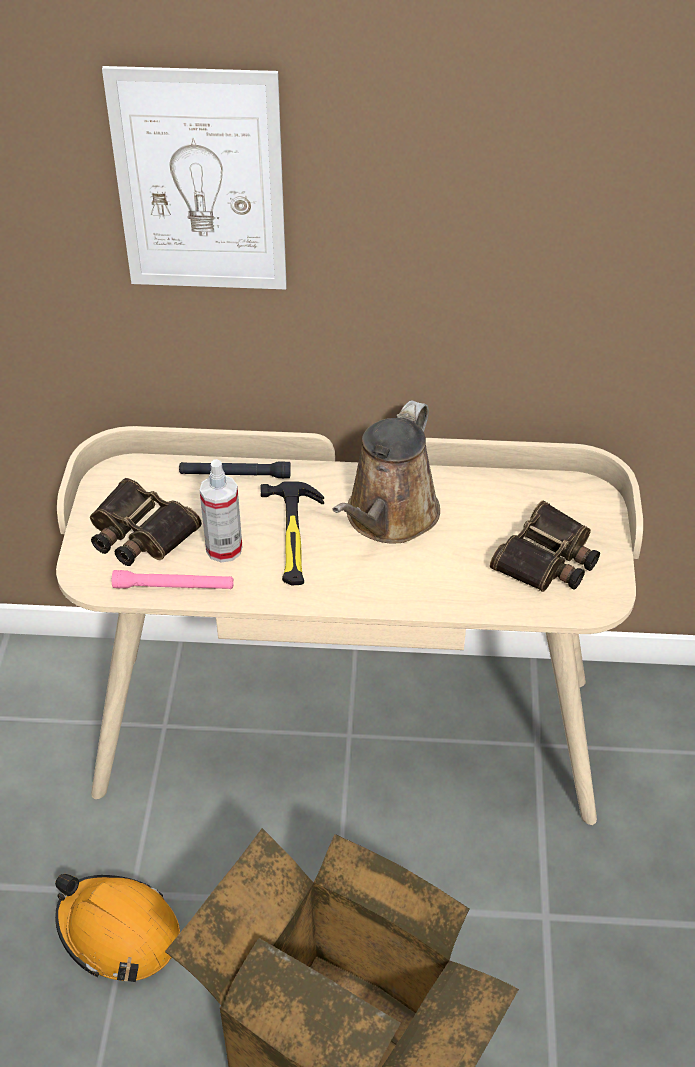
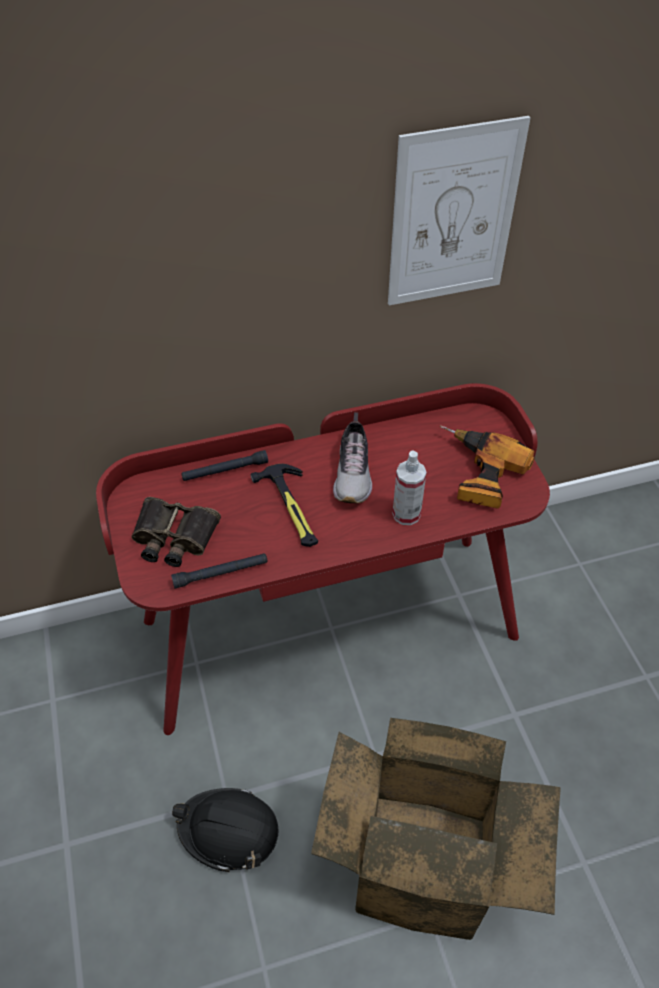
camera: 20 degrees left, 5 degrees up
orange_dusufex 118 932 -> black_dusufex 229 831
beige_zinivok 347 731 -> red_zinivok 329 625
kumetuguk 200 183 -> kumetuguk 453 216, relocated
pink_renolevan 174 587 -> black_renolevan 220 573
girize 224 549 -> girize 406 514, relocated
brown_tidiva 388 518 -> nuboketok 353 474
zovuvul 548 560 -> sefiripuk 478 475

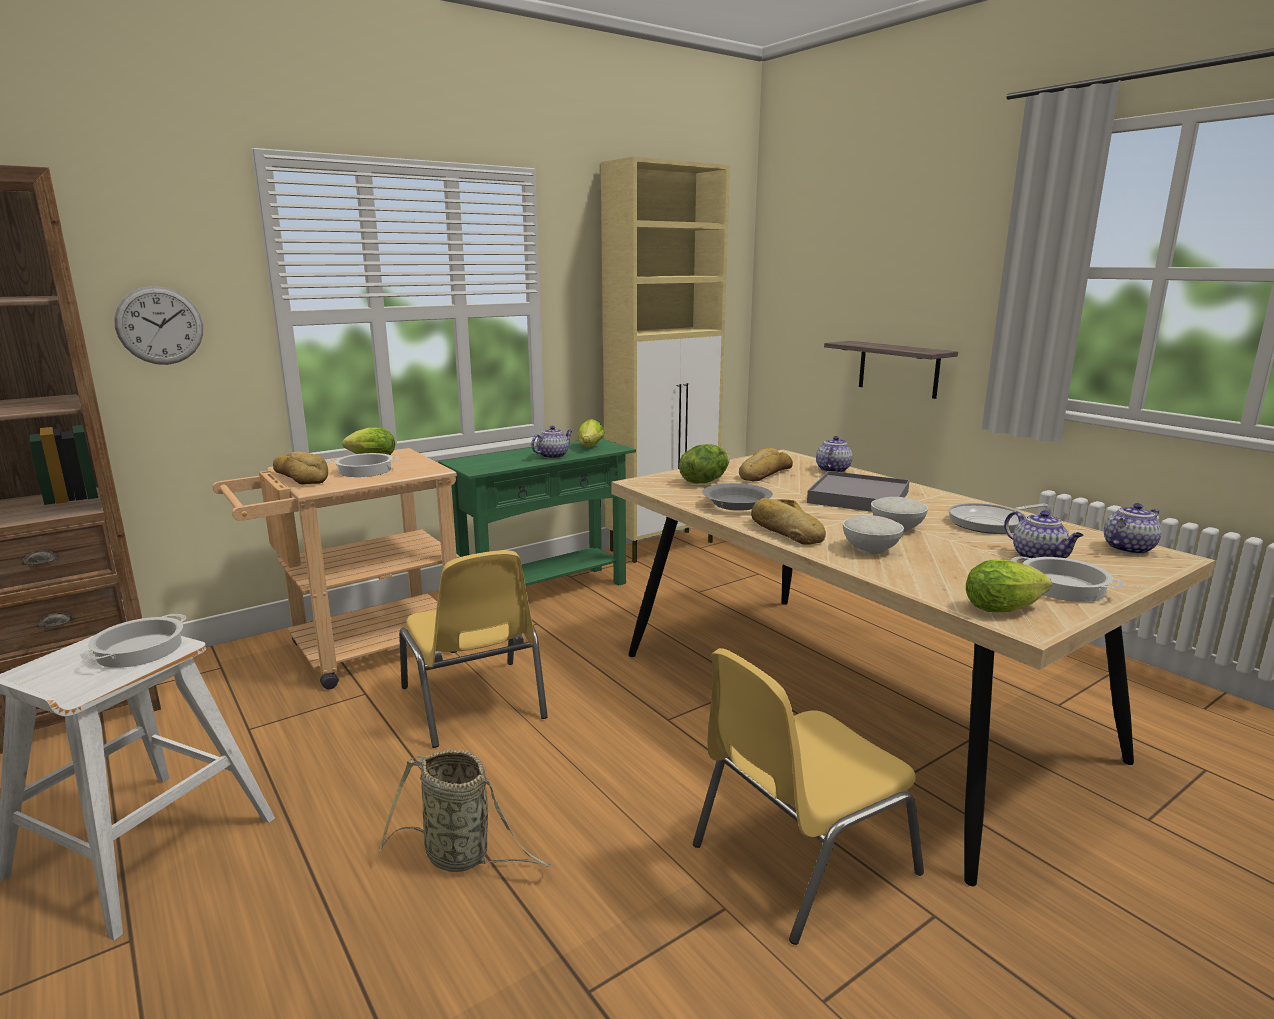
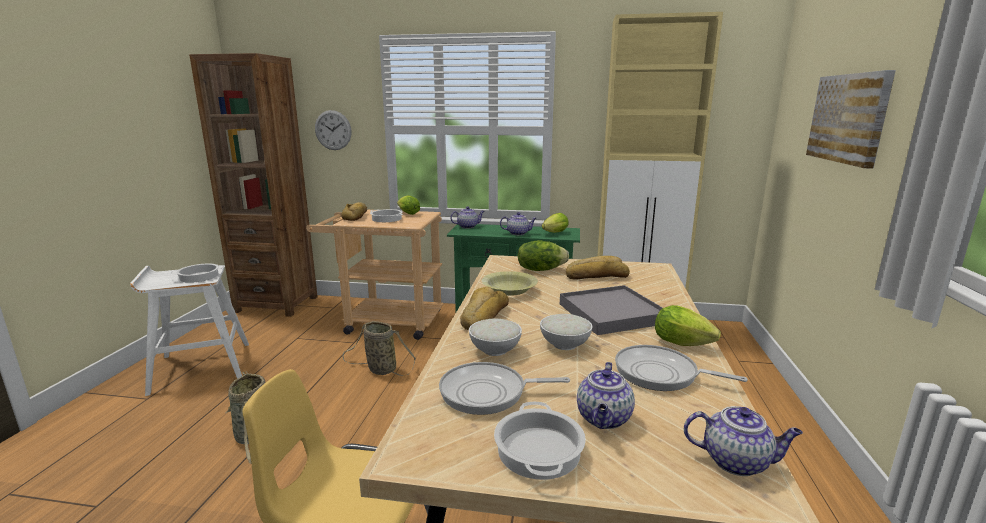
camera: 45 degrees right, 0 degrees up
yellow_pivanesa 474 703 -> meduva 380 369
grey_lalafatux 736 505 -> yellow_lalafatux 509 290
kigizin 832 470 -> kigizin 468 226, relocated
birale 898 369 -> none
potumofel 1006 609 -> potumofel 685 344, relocated
none -> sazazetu 488 393
none -> kumetuguk 849 118

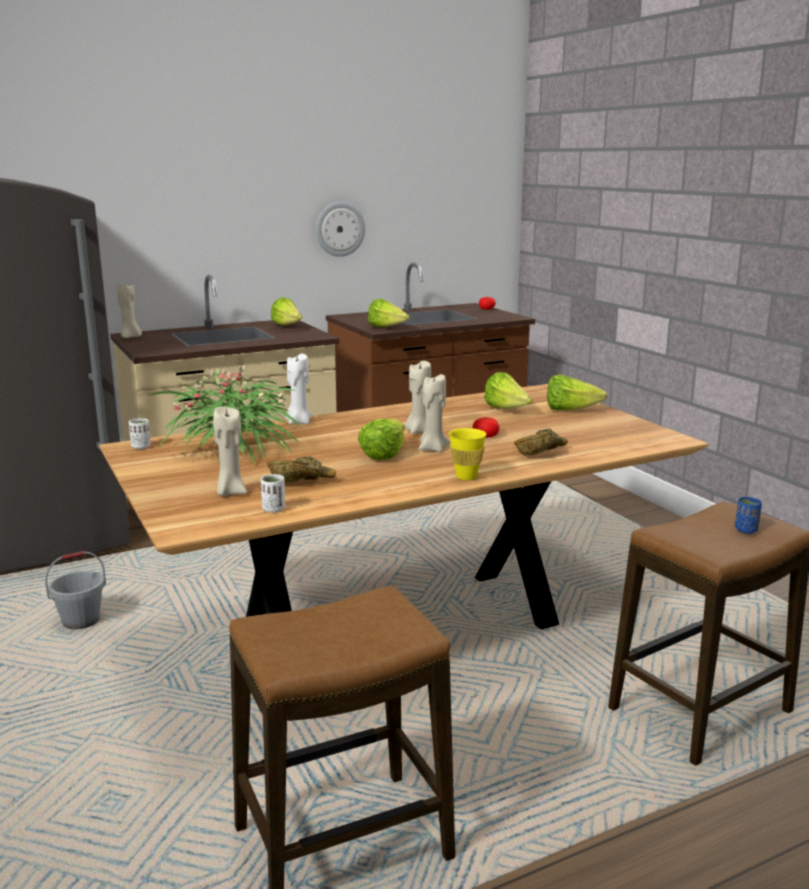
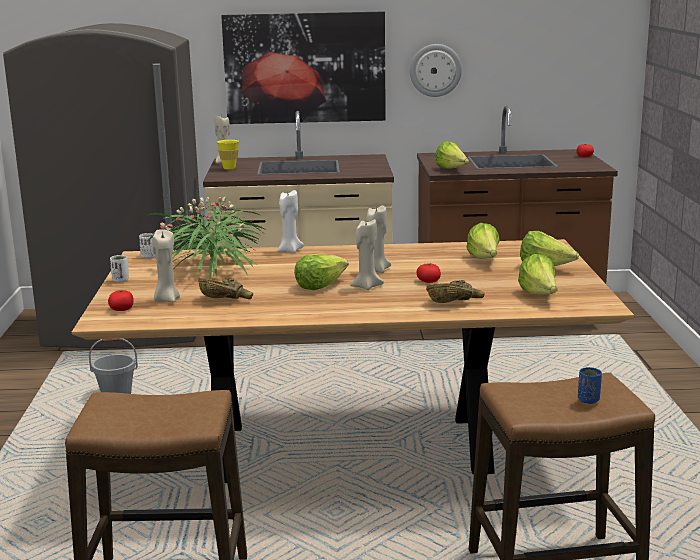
camera: 25 degrees right, 0 degrees up
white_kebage 273 509 -> white_kebage 120 280, relocated
potumofel 288 326 -> potumofel 539 296, relocated
yellow_kebage 466 477 -> yellow_kebage 229 168, relocated
none -> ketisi 122 309
none -> kumetuguk 305 68

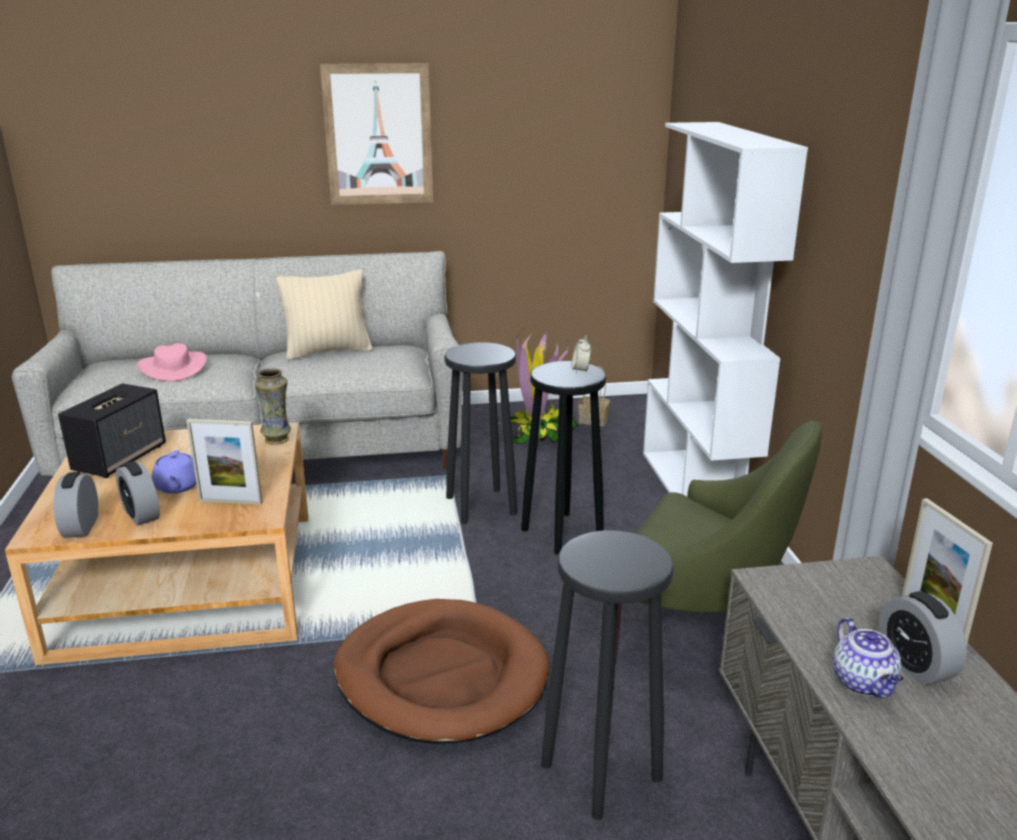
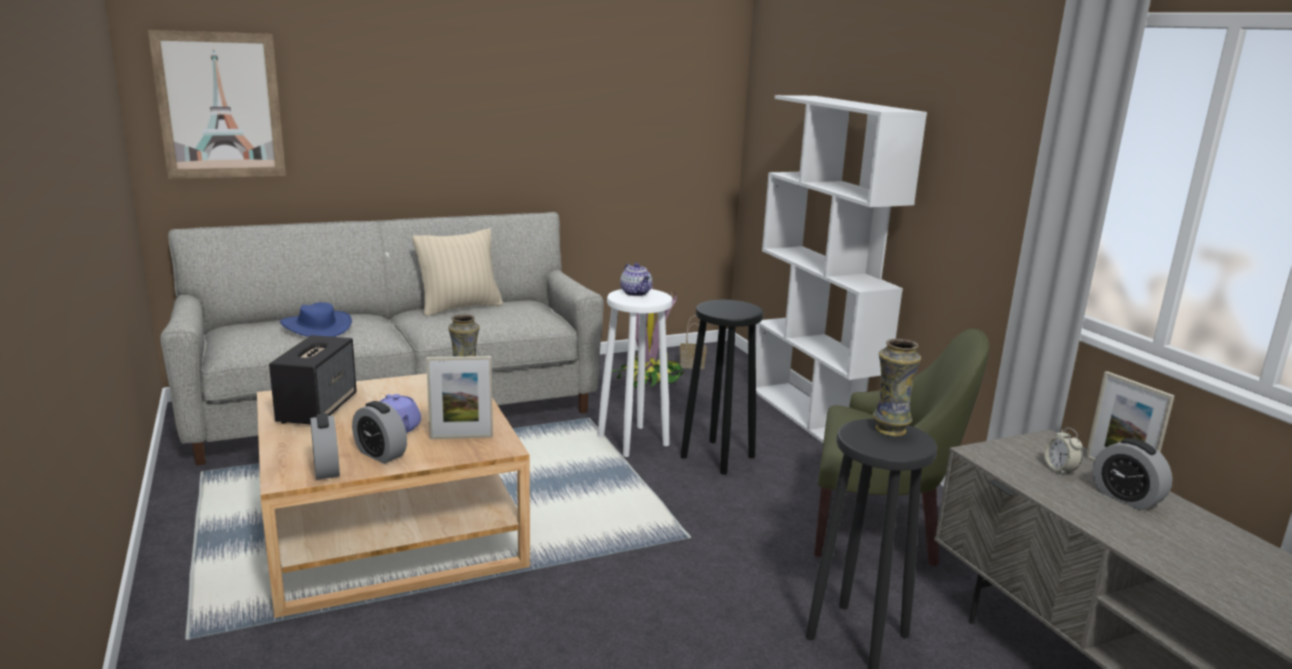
camera: 15 degrees left, 5 degrees down
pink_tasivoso 173 368 -> blue_tasivoso 316 327
kumetuguk 378 135 -> kumetuguk 220 106, relocated
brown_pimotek 441 676 -> none
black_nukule 482 505 -> white_nukule 634 440
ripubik 580 370 -> ripubik 1059 469, relocated
kigizin 864 683 -> kigizin 636 293, relocated
none -> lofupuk 889 430

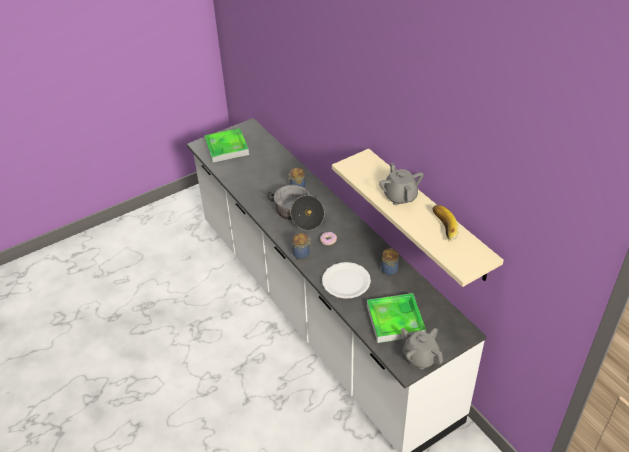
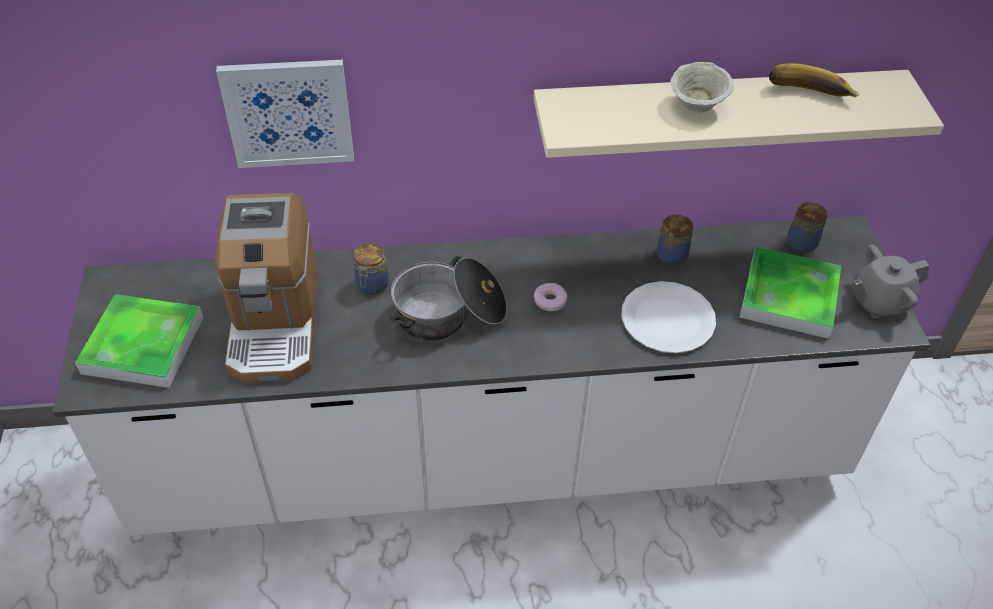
camera: 65 degrees left, 5 degrees up
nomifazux 302 254 -> nomifazux 802 241, relocated
grey_kigizin 400 196 -> beige_lalafatux 698 106
none -> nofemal 274 323
none -> kumetuguk 288 112

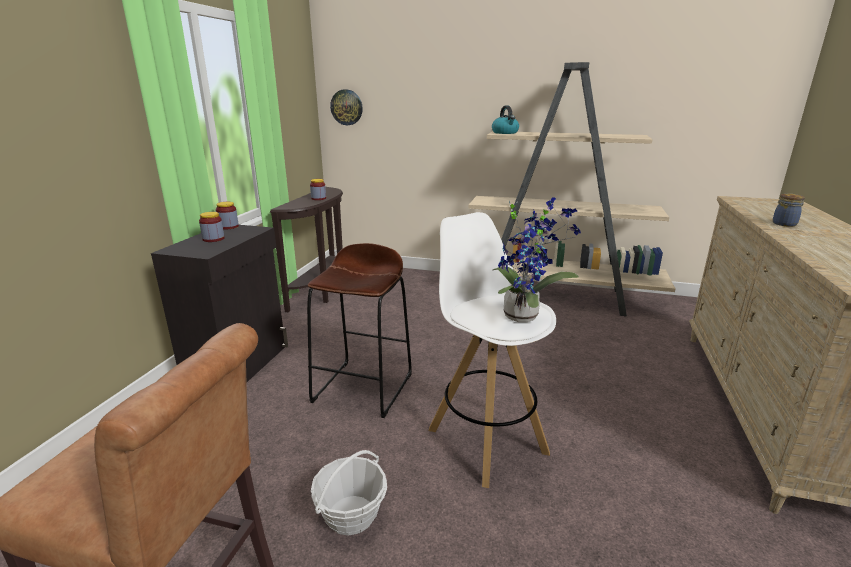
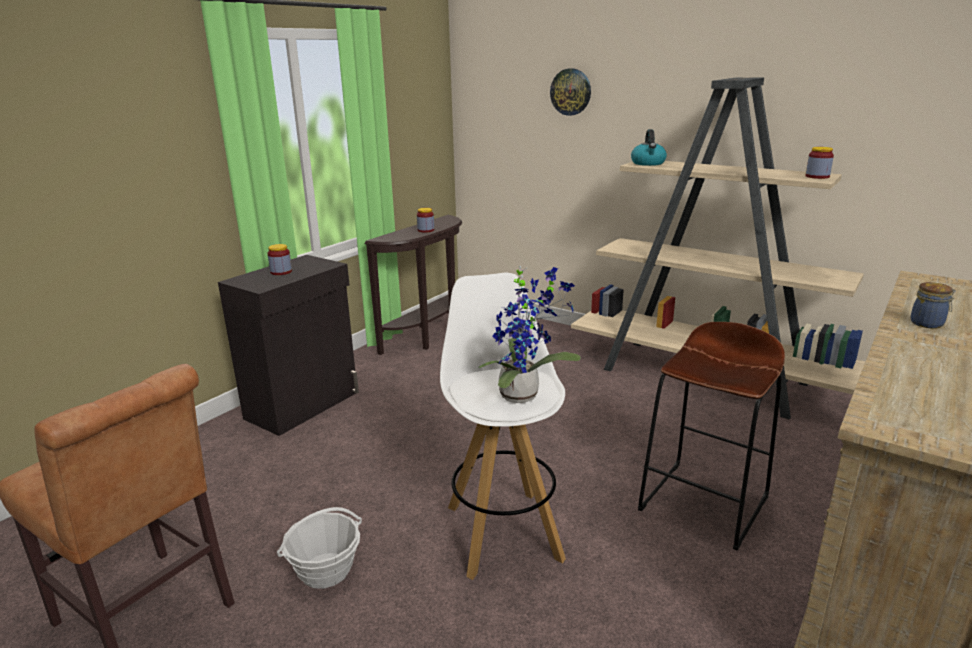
camera: 20 degrees right, 0 degrees up
nomifazux 228 227 -> nomifazux 817 176, relocated
brown_nukule 363 387 -> brown_nukule 704 503, relocated
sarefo 346 107 -> sarefo 570 92, relocated

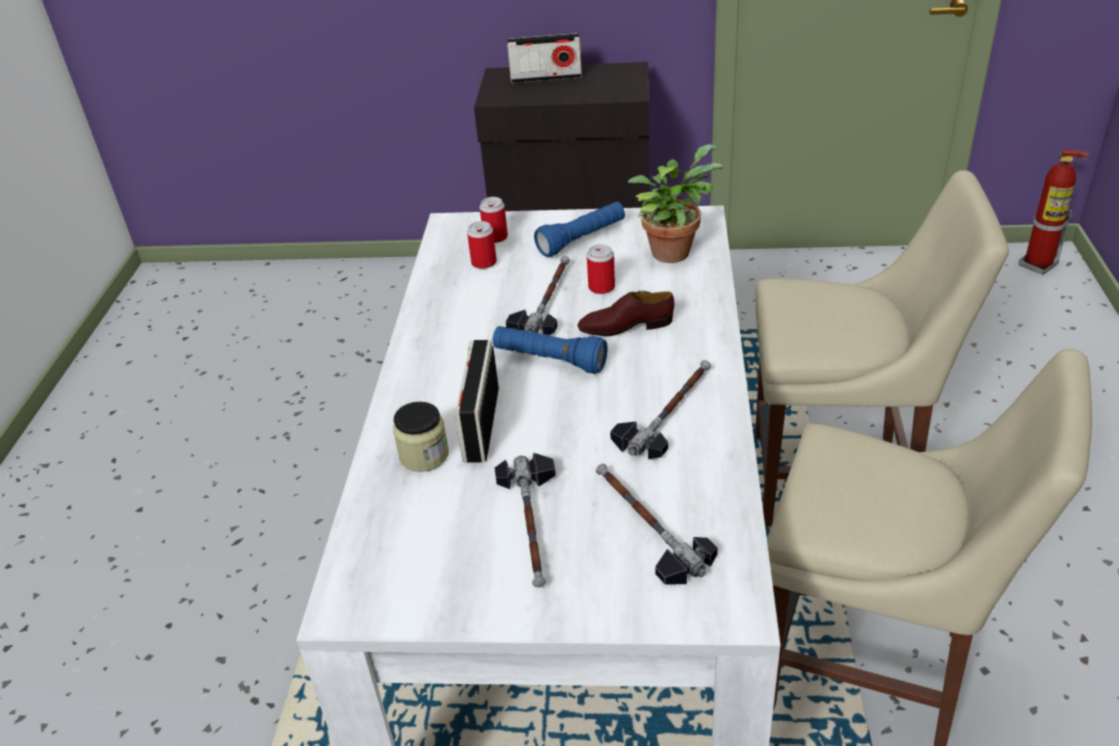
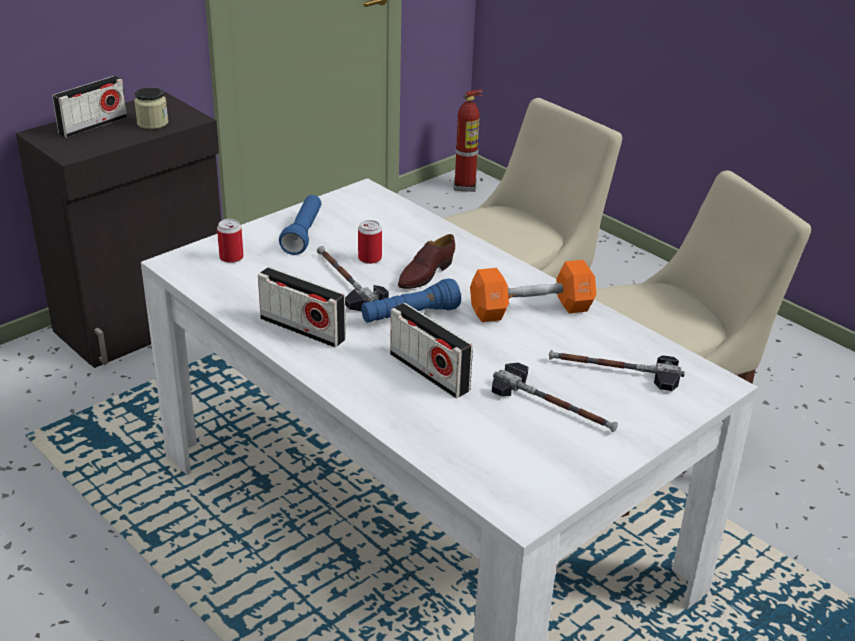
camera: 50 degrees left, 5 degrees down
nomifazux 424 455 -> nomifazux 152 123, relocated
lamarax 484 263 -> none
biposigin 668 412 -> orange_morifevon 531 309
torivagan 672 250 -> none
none -> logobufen 302 329

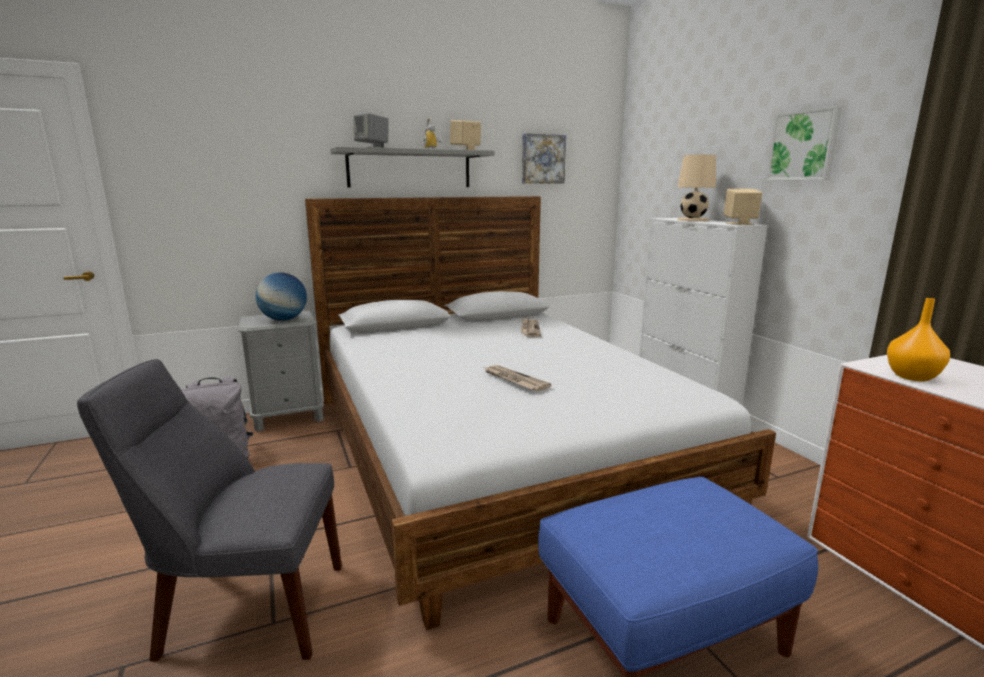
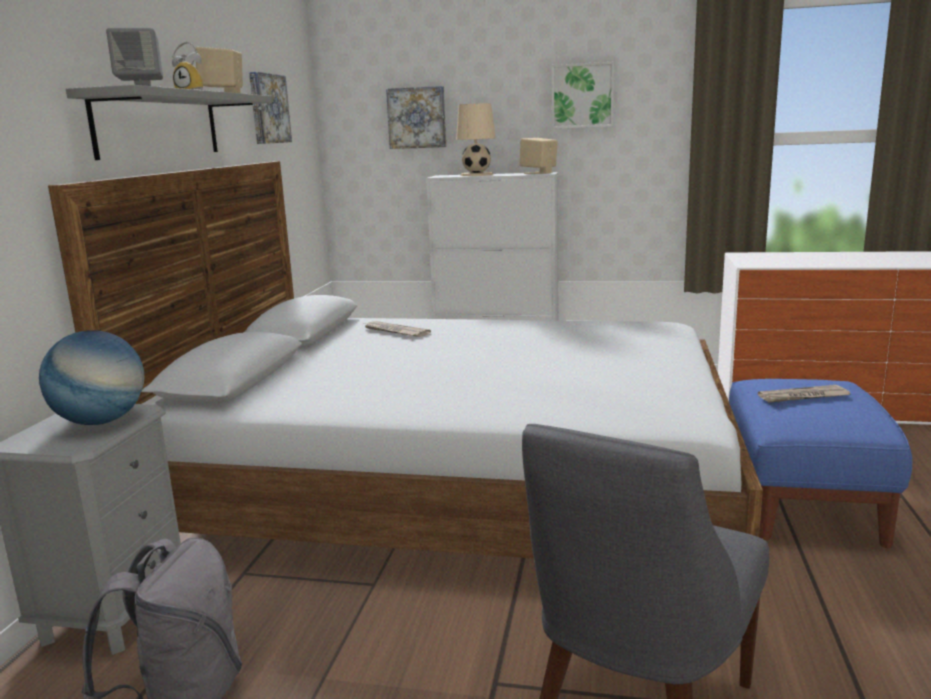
camera: 55 degrees left, 0 degrees up
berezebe 514 380 -> berezebe 803 397, relocated
orange_lofupuk 912 376 -> none
none -> kumetuguk 417 118

